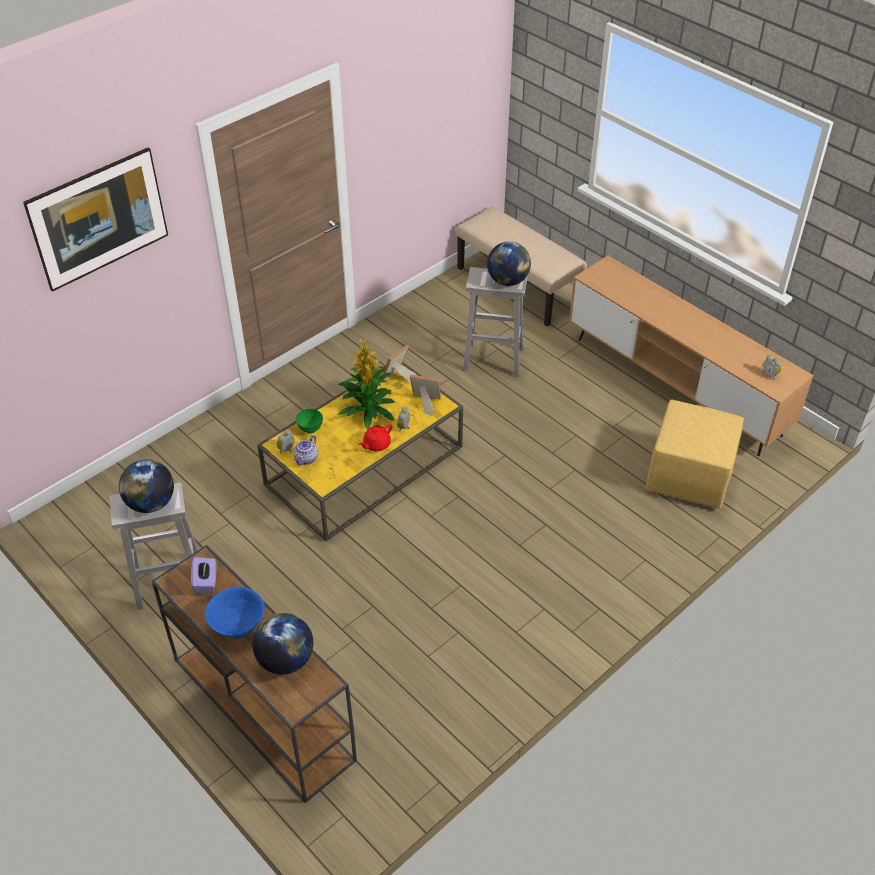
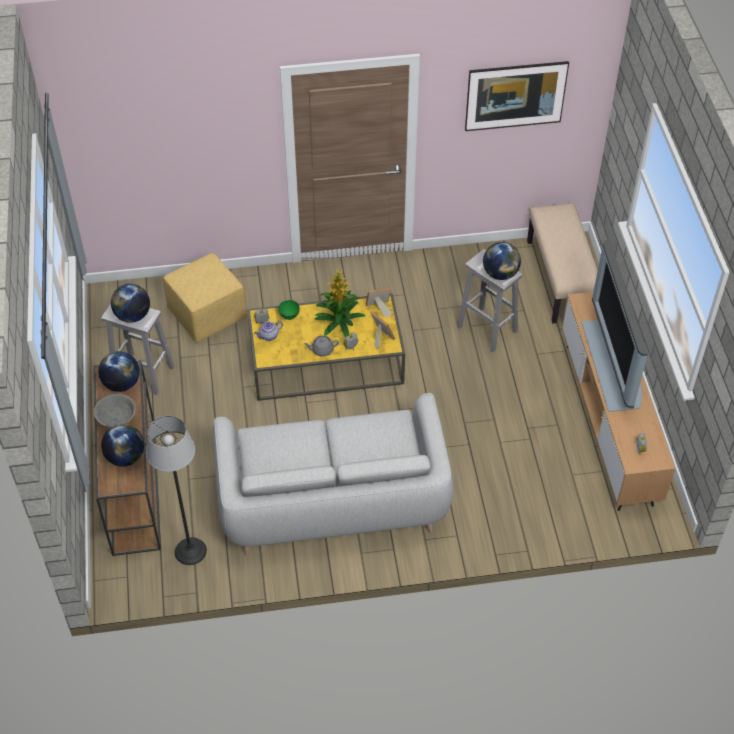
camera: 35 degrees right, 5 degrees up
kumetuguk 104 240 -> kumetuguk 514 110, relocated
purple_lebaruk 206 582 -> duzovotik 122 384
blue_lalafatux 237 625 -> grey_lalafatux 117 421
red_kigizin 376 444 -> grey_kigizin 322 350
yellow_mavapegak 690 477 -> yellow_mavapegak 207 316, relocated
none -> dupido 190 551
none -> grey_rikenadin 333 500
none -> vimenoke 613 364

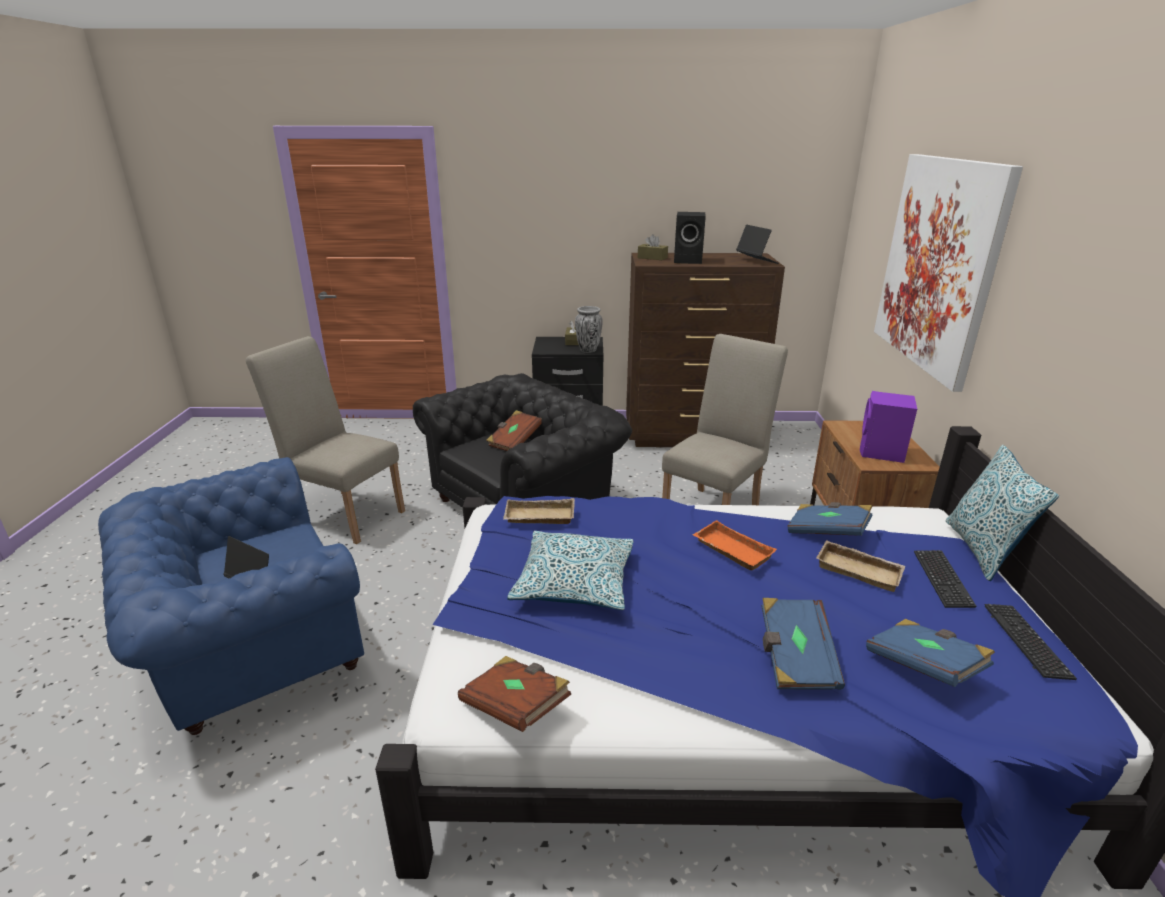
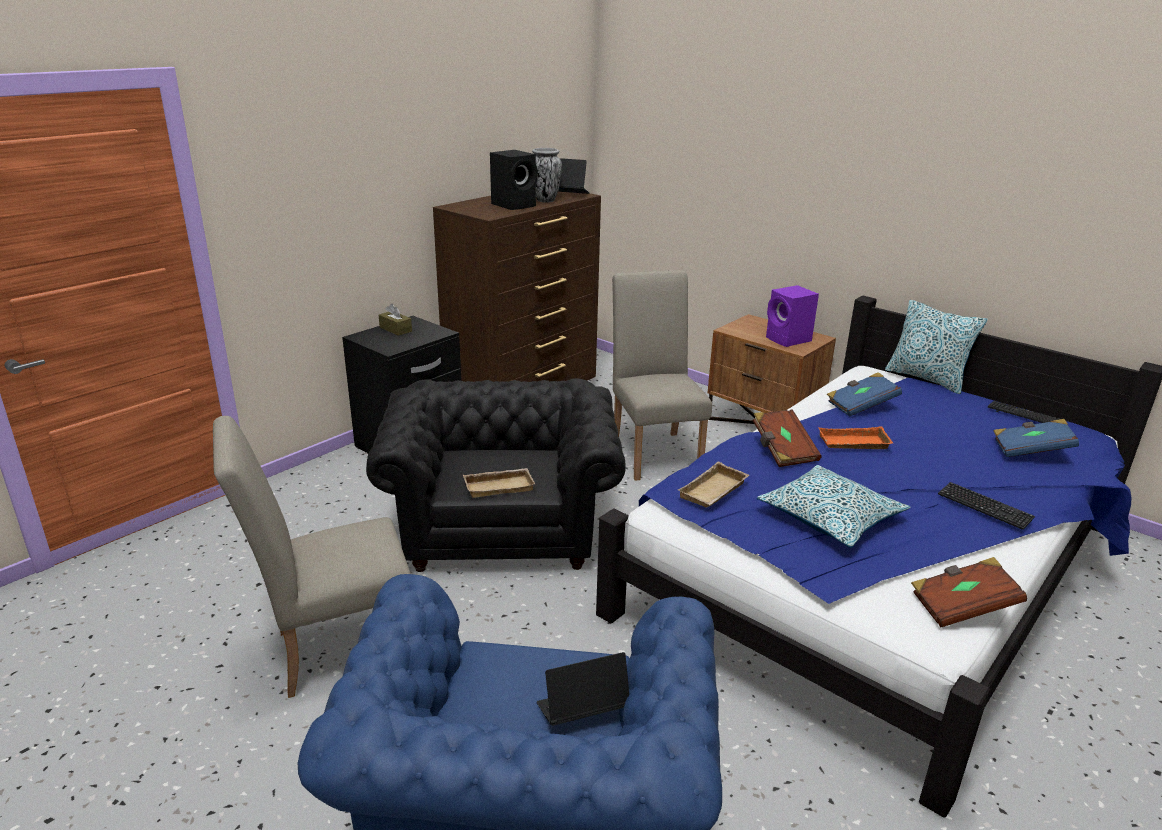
camera: 50 degrees left, 0 degrees up
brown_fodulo 514 441 -> brown_fodulo 782 450, relocated
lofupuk 588 350 -> lofupuk 545 200, relocated
brown_lebaruk 652 258 -> none
blue_fodulo 795 658 -> none
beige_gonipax 860 570 -> beige_gonipax 499 486, relocated
kumetuguk 938 265 -> none
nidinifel 942 579 -> nidinifel 984 507, relocated

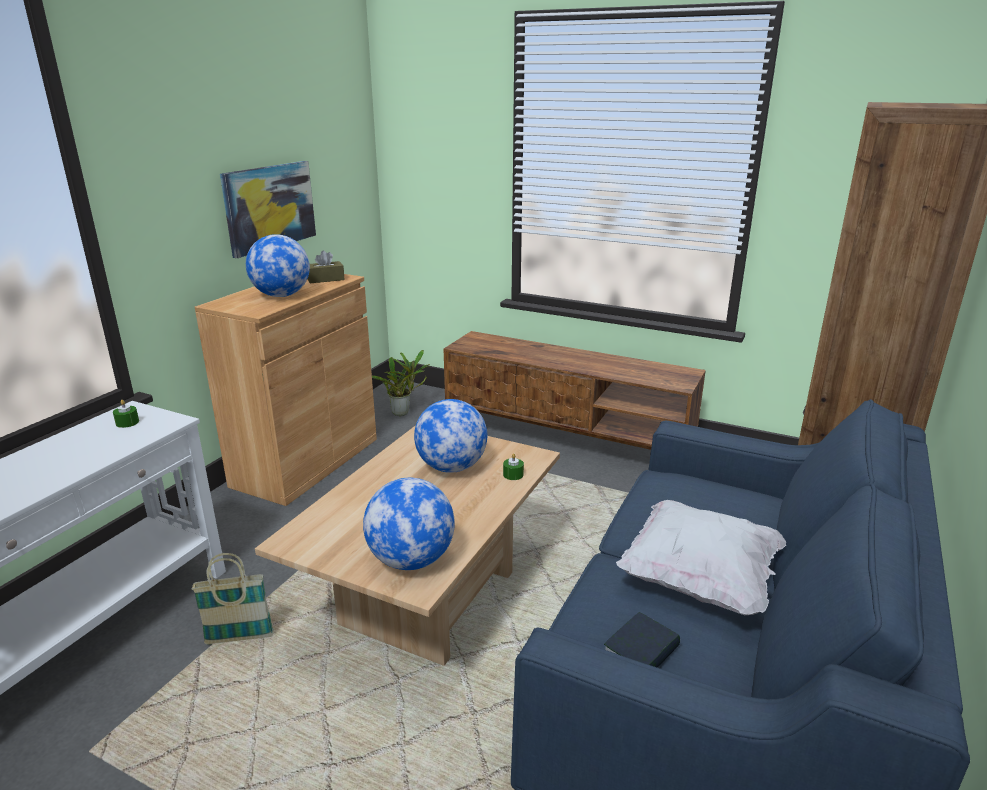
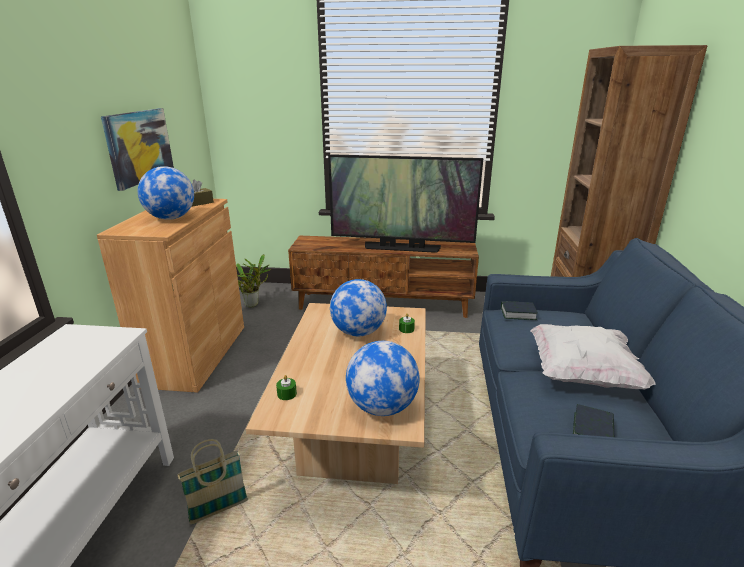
camera: 20 degrees left, 0 degrees up
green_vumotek 127 422 -> green_vumotek 287 394, relocated
none -> vimenoke 401 248
none -> fodulo 518 314

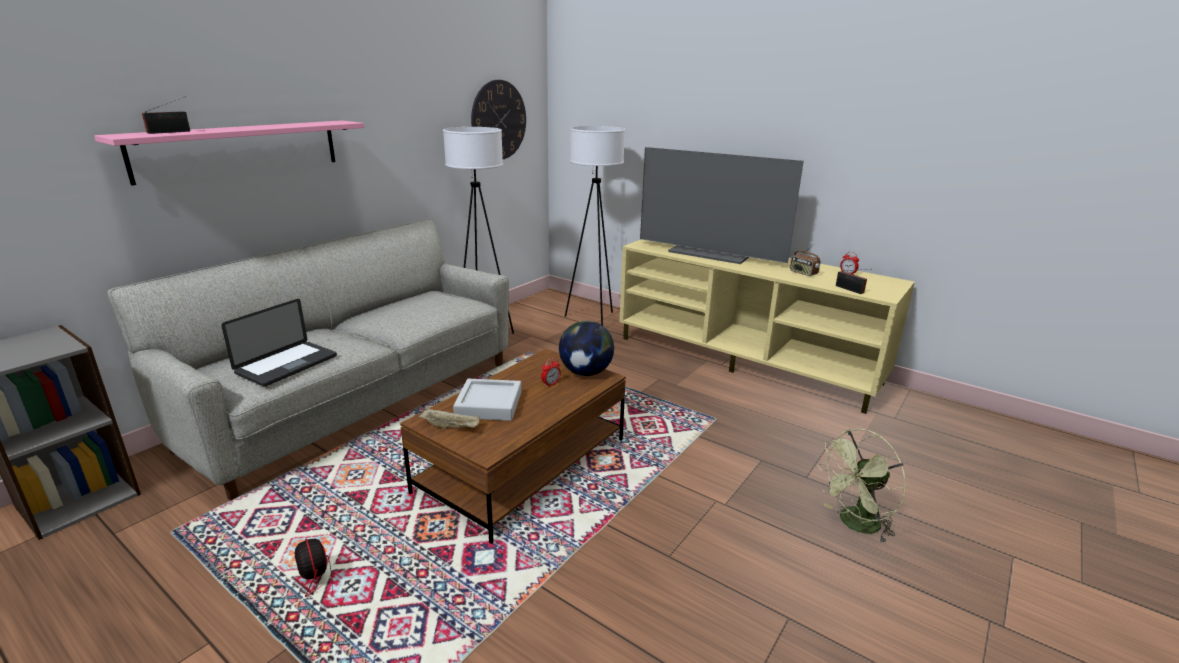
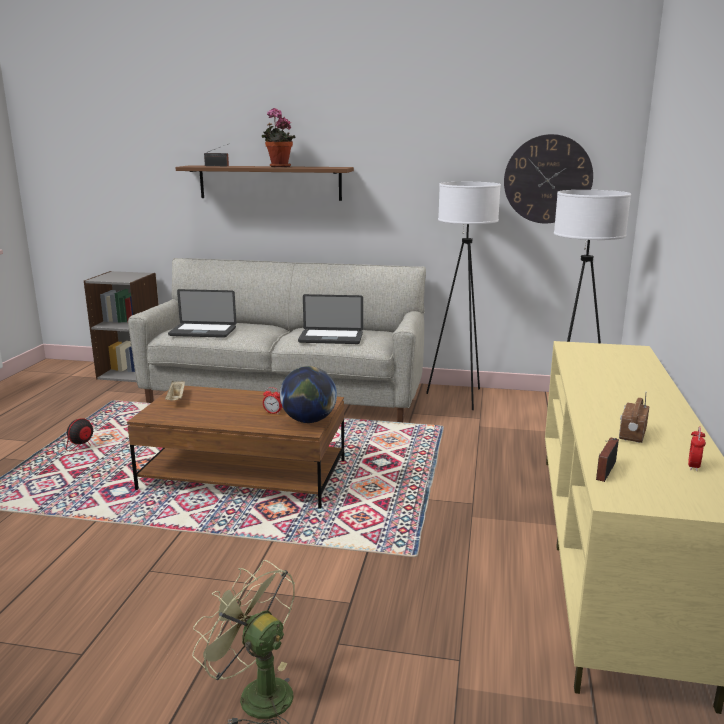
camera: 65 degrees right, 5 degrees down
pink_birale 240 149 -> brown_birale 269 182
grey_gonipax 489 405 -> none
vimenoke 710 253 -> none
none -> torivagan 278 167
none -> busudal 331 338

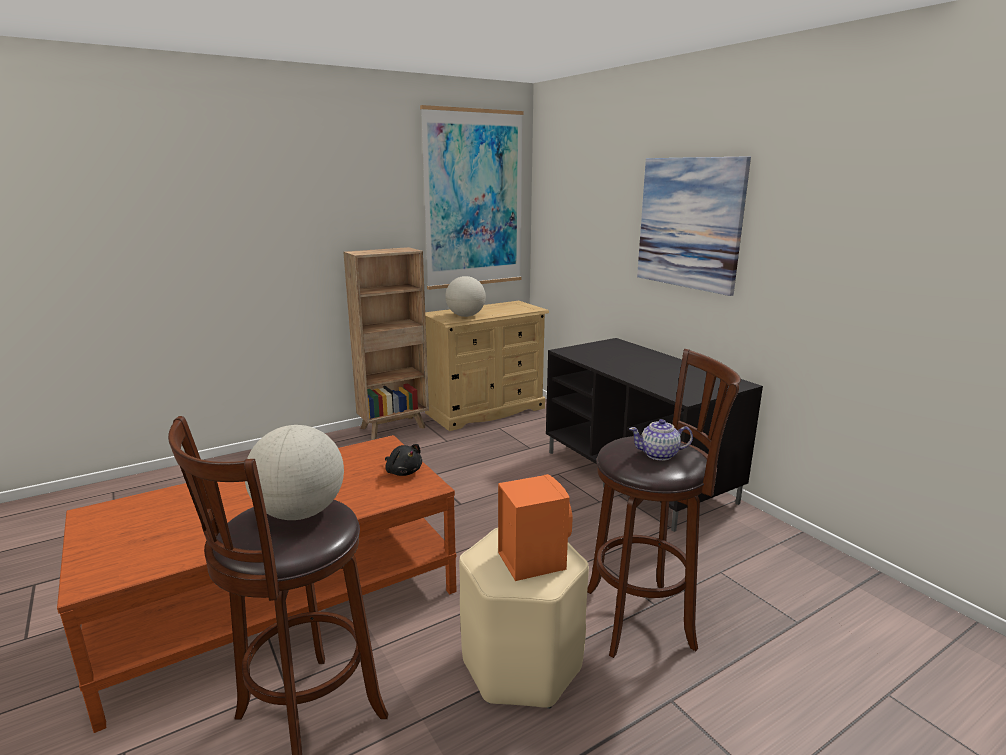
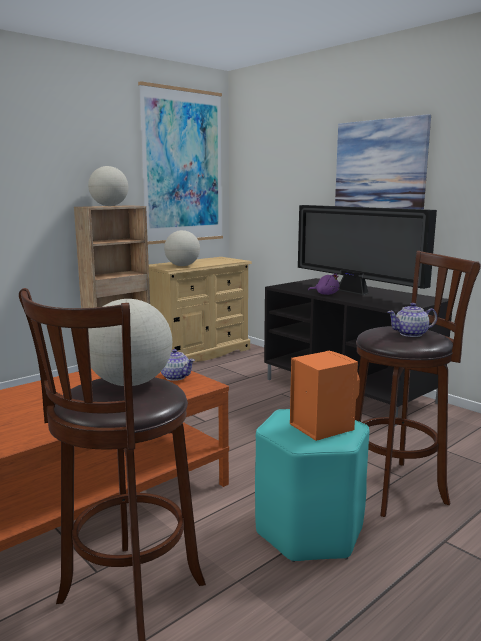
camera: 10 degrees left, 5 degrees down
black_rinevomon 403 472 -> kigizin 175 377
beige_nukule 521 665 -> turquoise_nukule 309 531
none -> duzovotik 109 206
none -> vimenoke 355 292
none -> purple_rinevomon 325 294

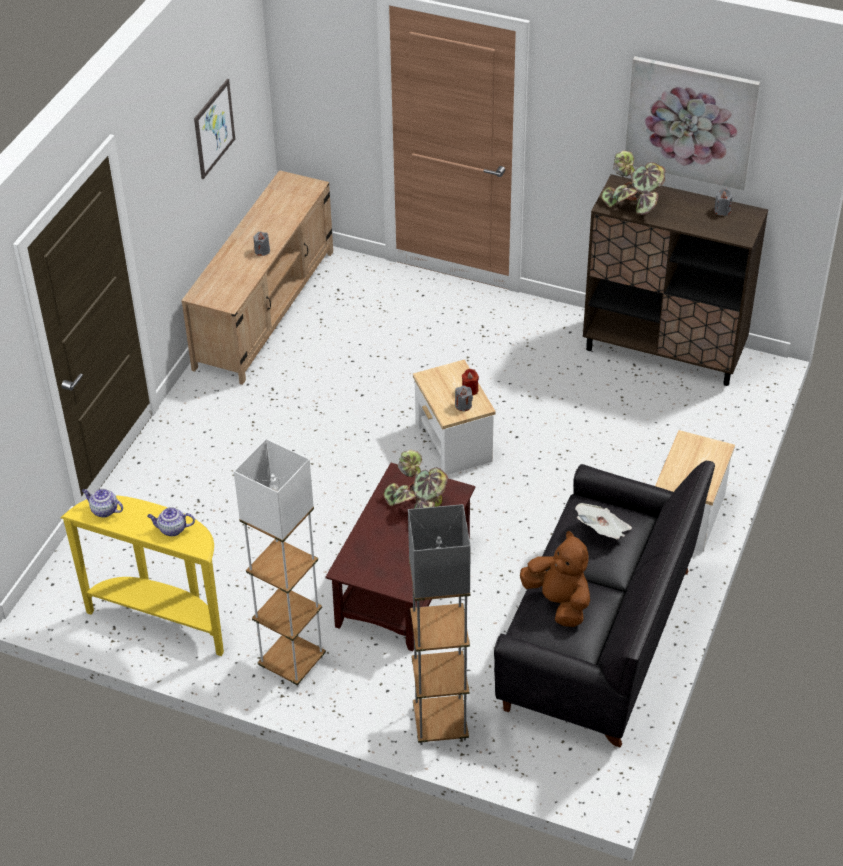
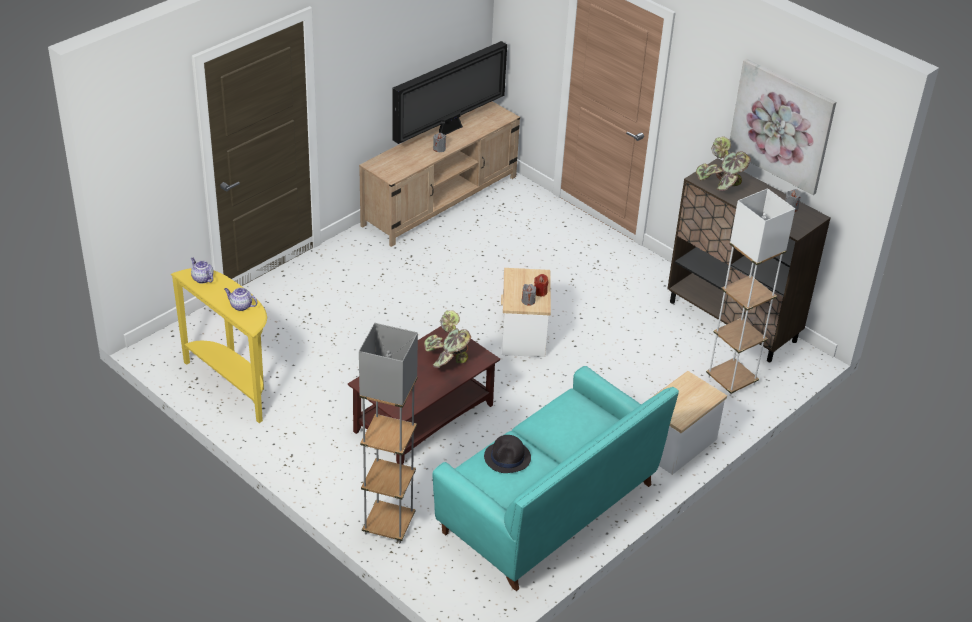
camera: 20 degrees right, 5 degrees down
kumetuguk 214 128 -> none
white_dupido 292 663 -> white_dupido 731 380, relocated
black_rikenadin 599 639 -> turquoise_rikenadin 548 508
brown_rinevomon 558 602 -> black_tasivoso 507 457
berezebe 603 531 -> none
none -> vimenoke 450 129

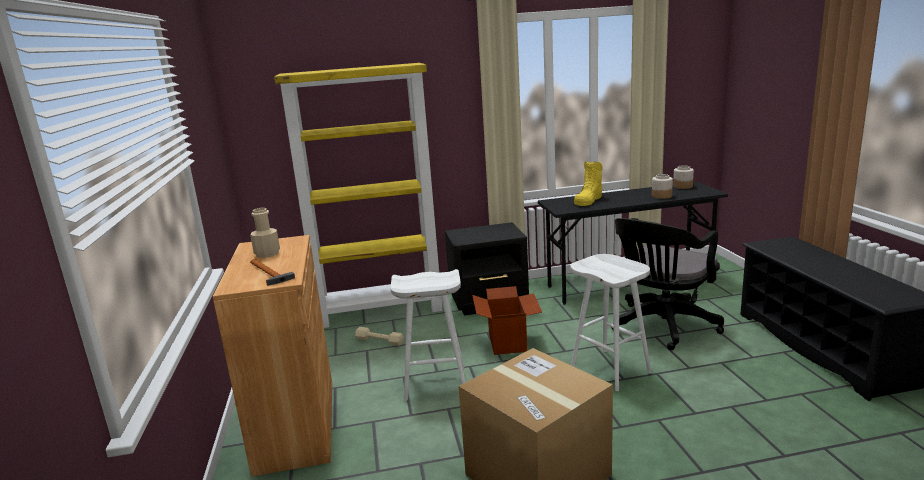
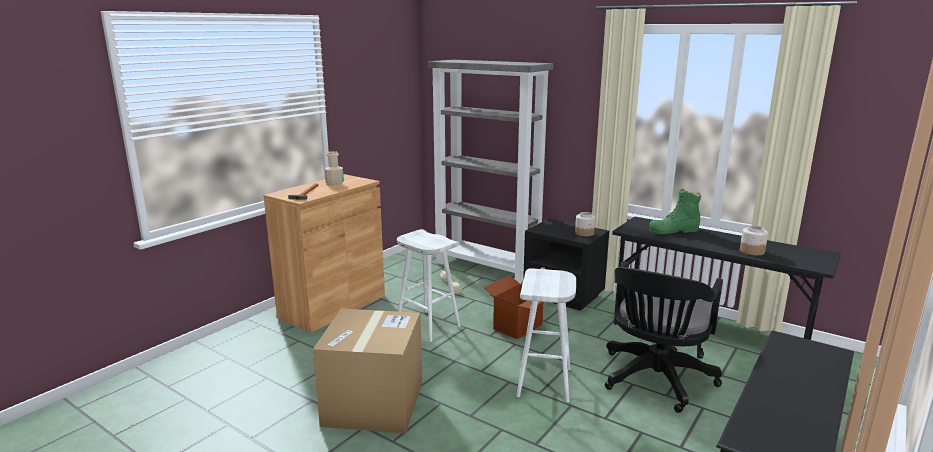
camera: 45 degrees right, 0 degrees up
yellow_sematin 381 310 -> grey_sematin 487 268
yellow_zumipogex 588 200 -> green_zumipogex 674 230
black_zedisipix 661 327 -> black_zedisipix 655 381, 60 degrees counterclockwise
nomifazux 683 186 -> nomifazux 584 233, relocated

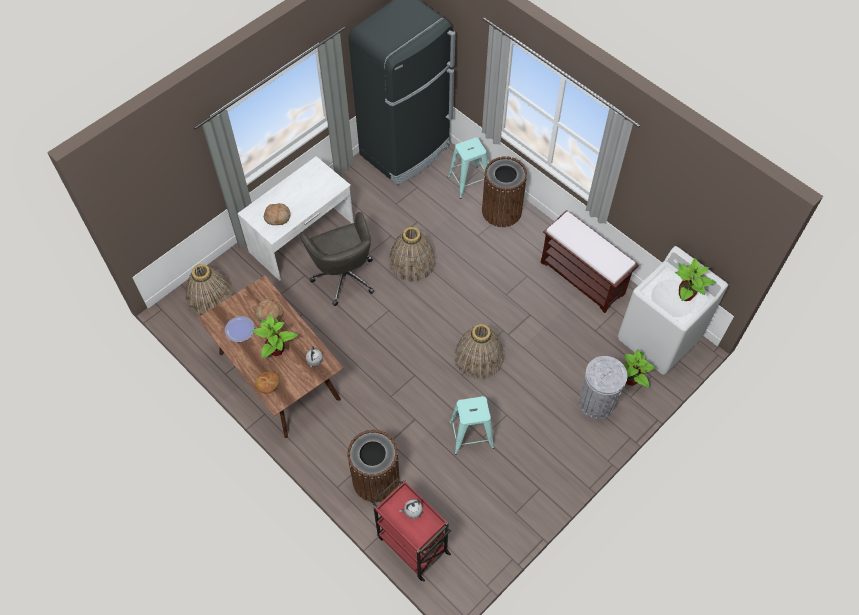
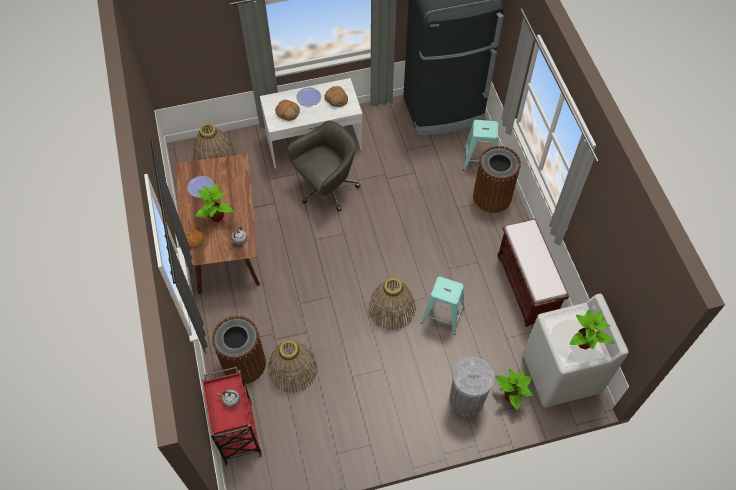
camera: 30 degrees right, 0 degrees up
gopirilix 269 314 -> gopirilix 336 99, relocated
grey_zedisipix 344 275 -> grey_zedisipix 326 188, 135 degrees counterclockwise
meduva 412 262 -> meduva 292 369, relocated
turquoise_nukule 471 435 -> turquoise_nukule 442 315, relocated
none -> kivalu 308 97

